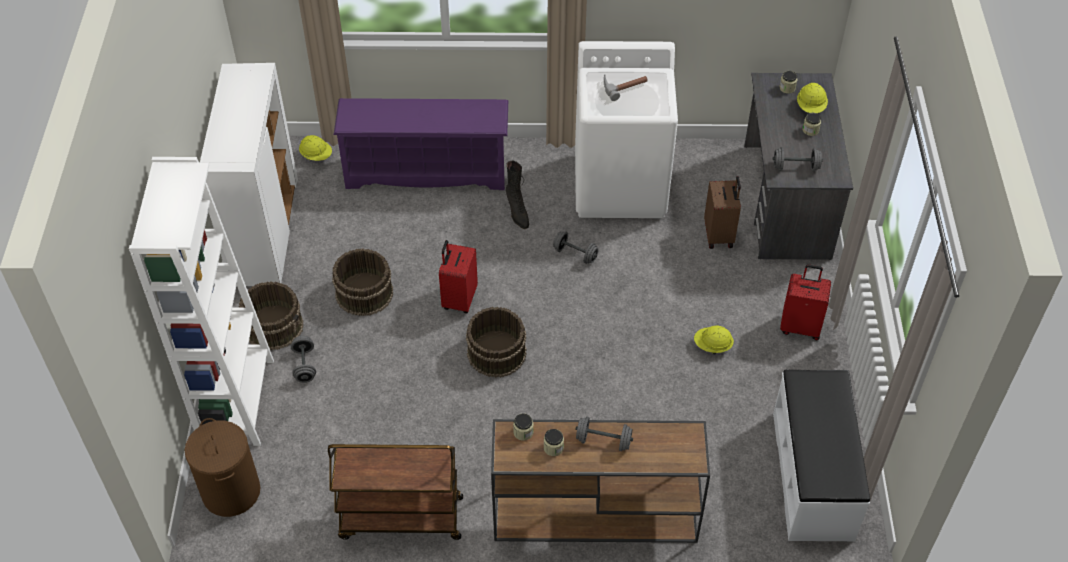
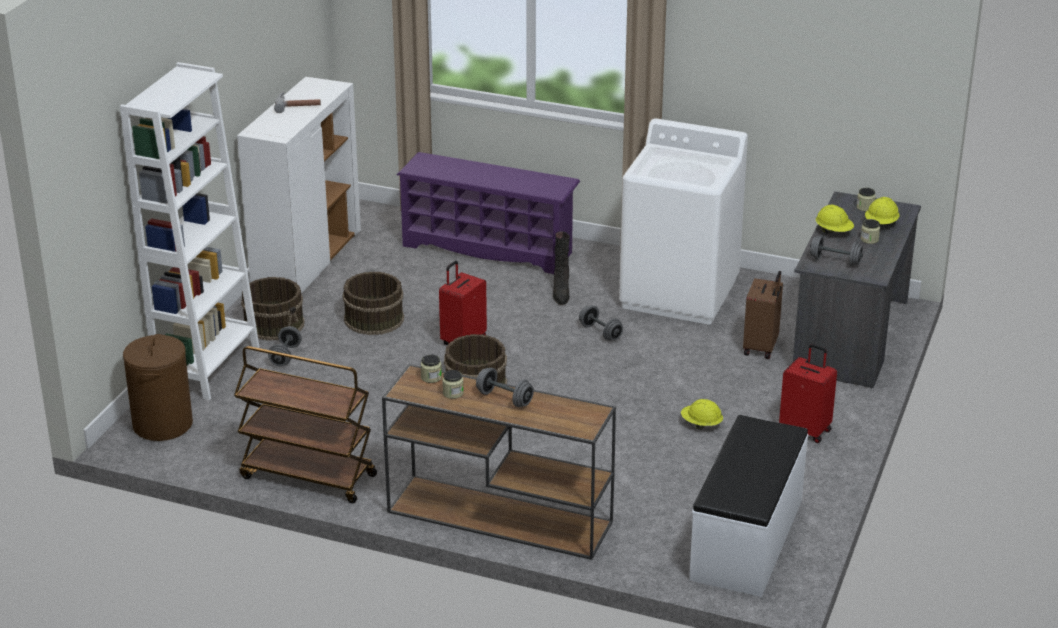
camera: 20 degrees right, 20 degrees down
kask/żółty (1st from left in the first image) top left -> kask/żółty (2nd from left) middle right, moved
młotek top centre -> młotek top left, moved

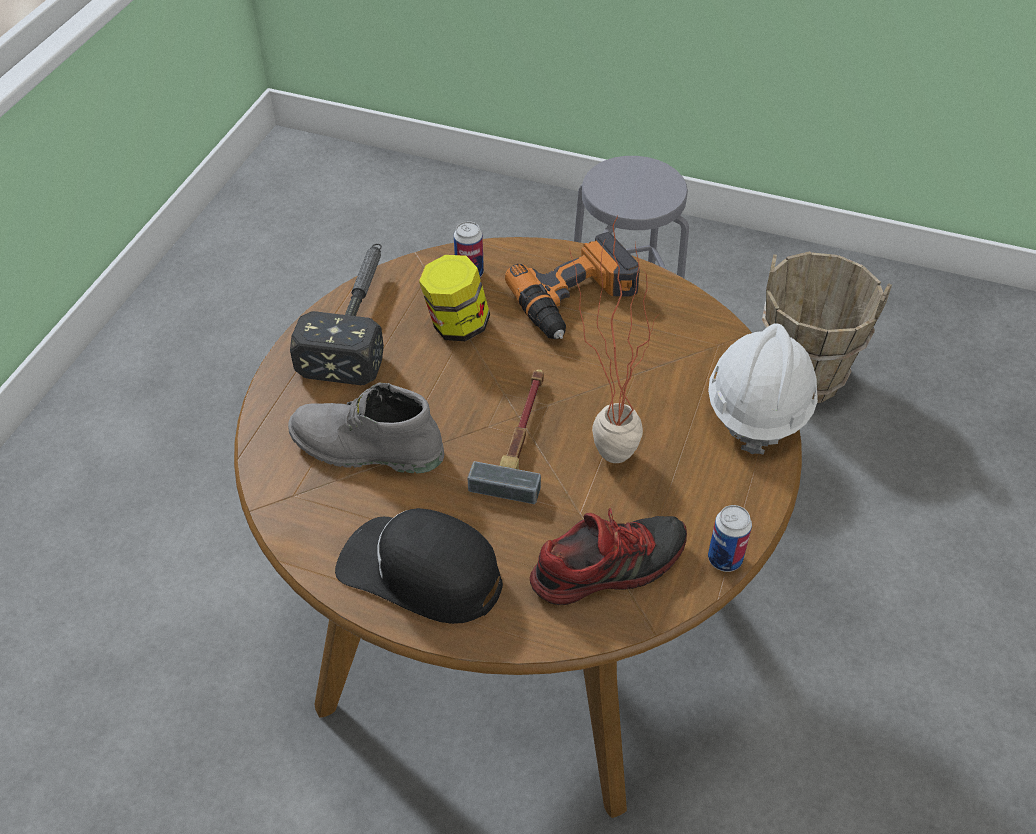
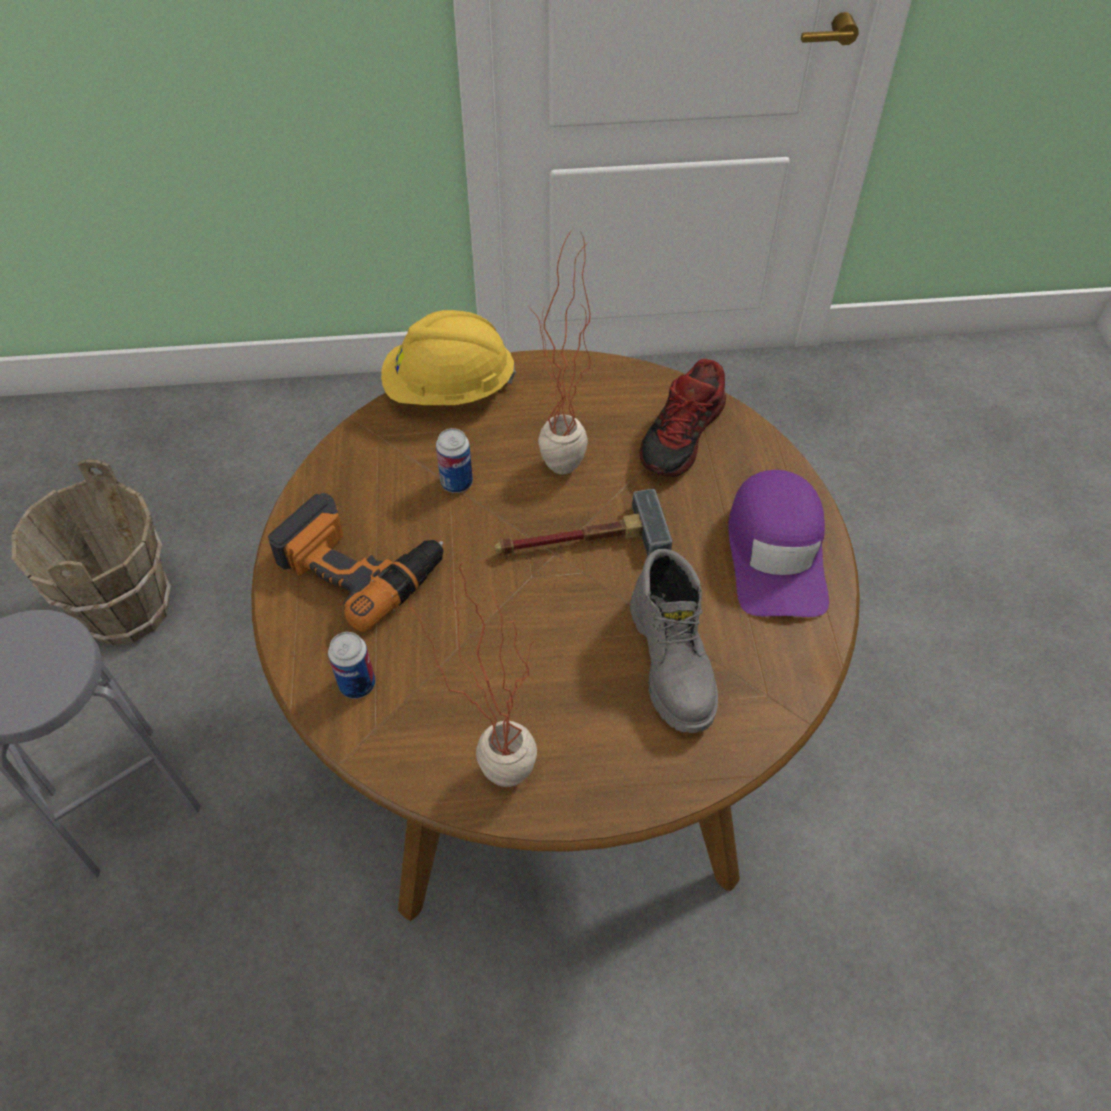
camera: 115 degrees left, 5 degrees up
młotek (1st from left) middle left -> roślina doniczkowa (1st from left) centre
czapka z daszkiem/czarny bottom centre -> czapka z daszkiem/fioletowy middle right
słoik centre -> none
but bottom centre -> but centre, 105 degrees counterclockwise
kask/biały middle right -> kask/żółty top centre
puszka (2nd from left) middle right -> puszka (2nd from left) centre, moved

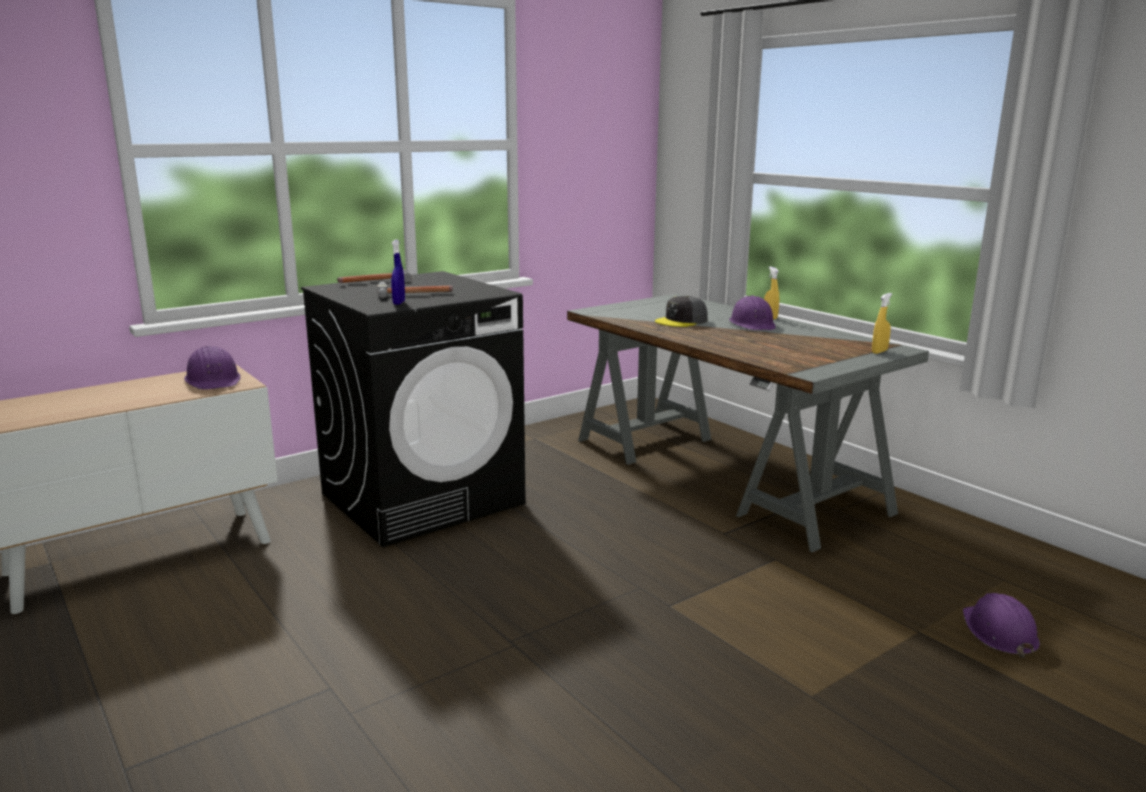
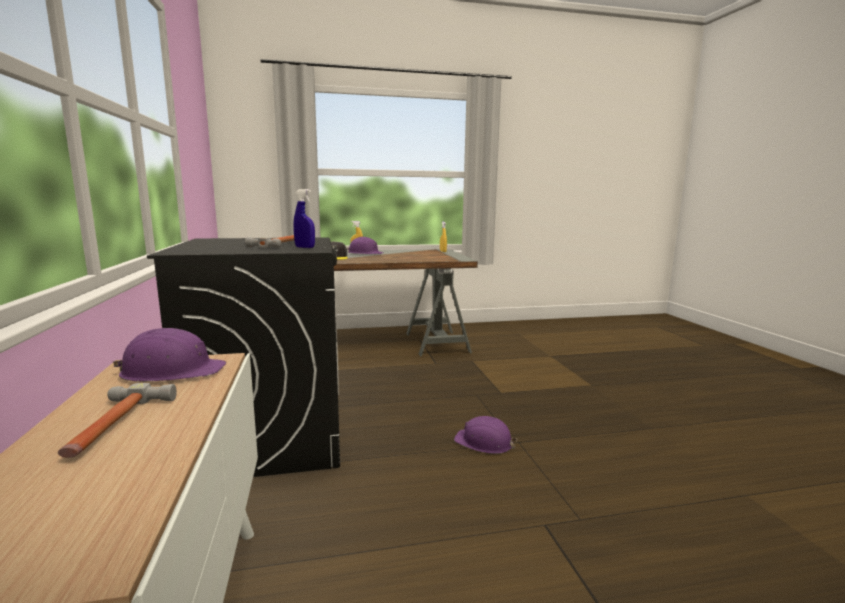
camera: 65 degrees left, 5 degrees down
młotek (1st from left) middle left -> młotek (1st from left) bottom left, moved
kask/fioletowy (3rd from left) bottom right -> kask/fioletowy (3rd from left) bottom centre, moved

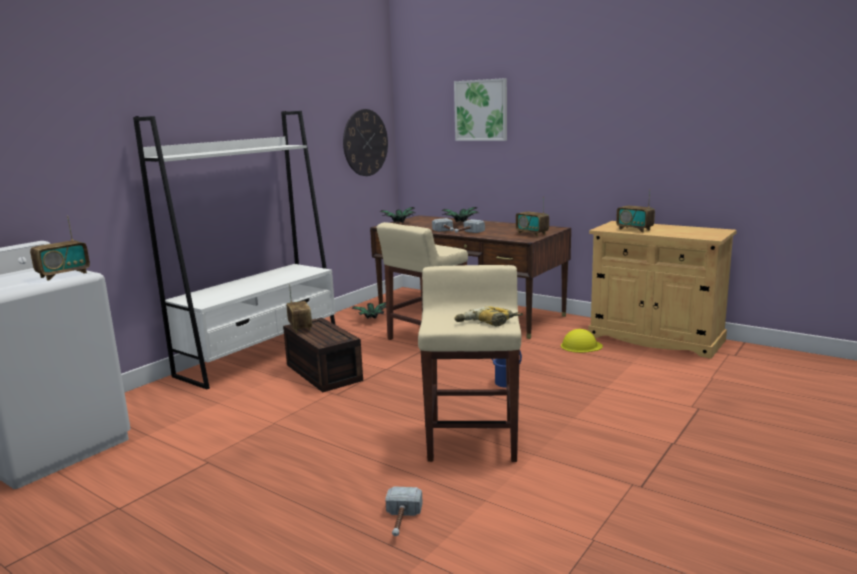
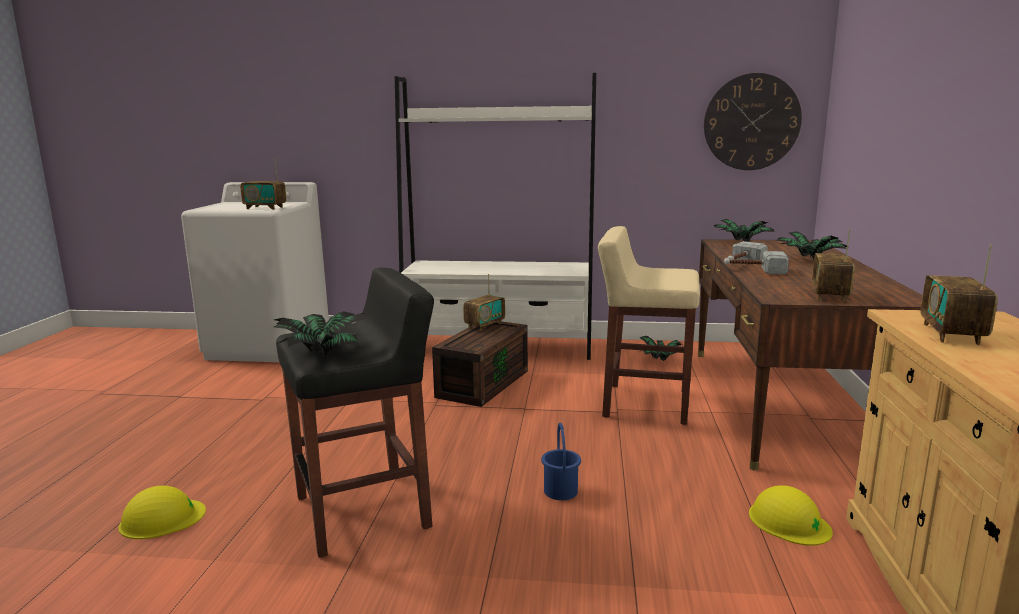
camera: 60 degrees right, 0 degrees up
młotek (1st from left) bottom centre -> kask/żółty (1st from left) bottom left
stołek/beżowy (2nd from left) centre -> stołek/czarny bottom centre
obraz top centre -> none
wiertarka centre -> roślina doniczkowa (1st from left) middle left

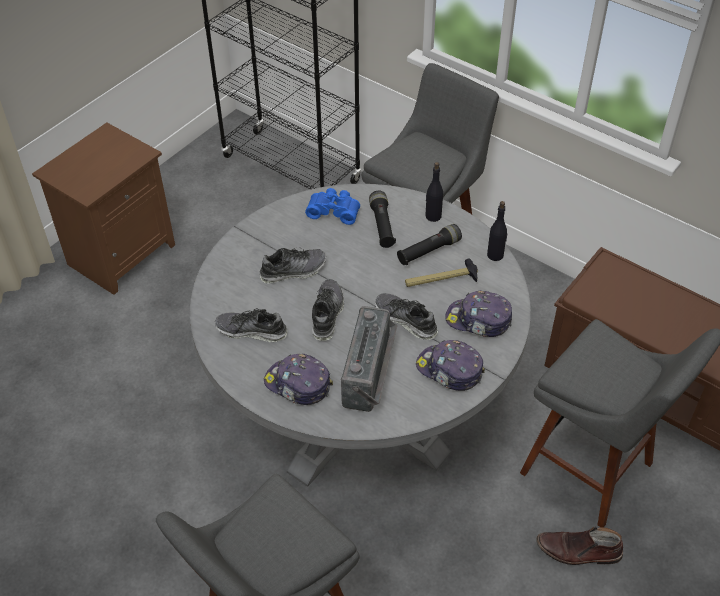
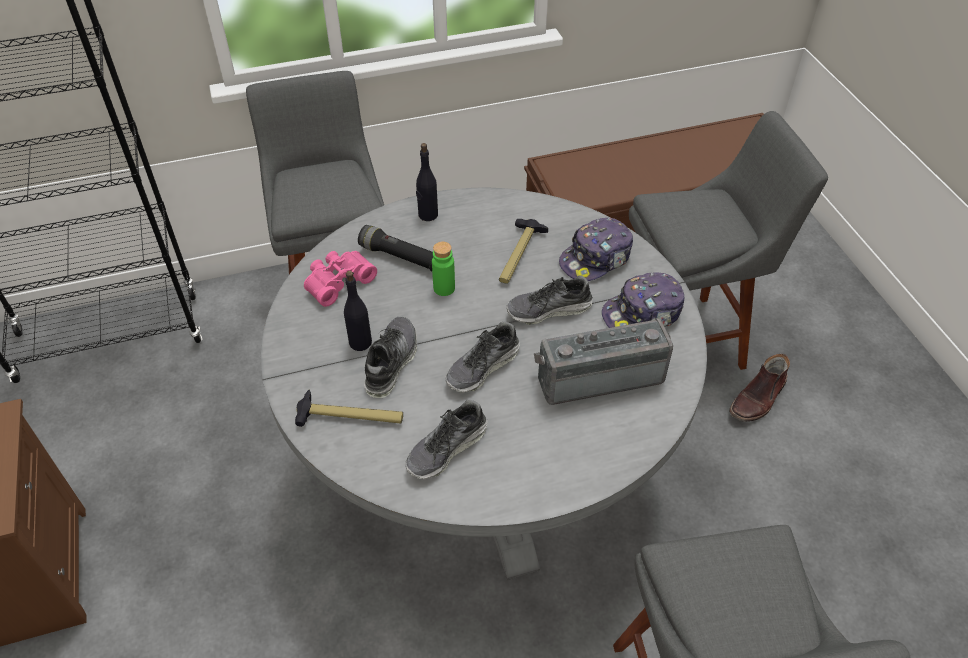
camera: 55 degrees left, 0 degrees up
czapka z daszkiem (1st from left) centre -> none
lornetka/niebieski centre -> lornetka/różowy centre
but (3rd from left) centre, 90 degrees counterclockwise
radio centre, 60 degrees counterclockwise
latarka/czarny (2nd from left) centre -> none
butelka/czarny (2nd from left in the first image) middle right -> butelka/czarny (1st from left) centre, moved
none -> młotek (1st from left) centre
none -> butelka/zielony centre

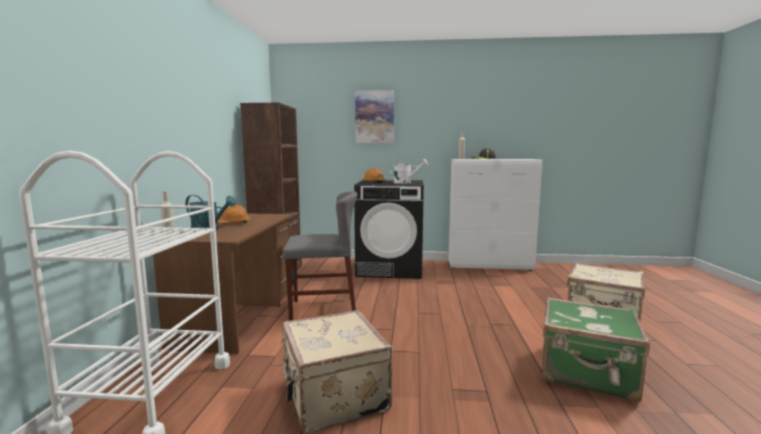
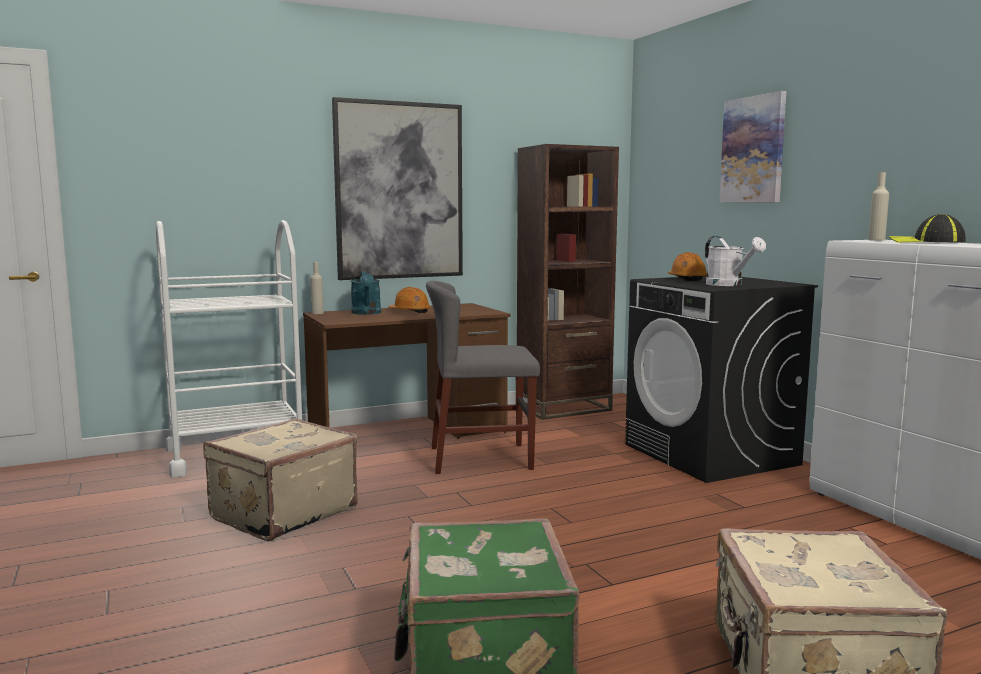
camera: 60 degrees right, 0 degrees up
krzesło/szary centre, 120 degrees clockwise
none -> obraz (1st from left) top centre

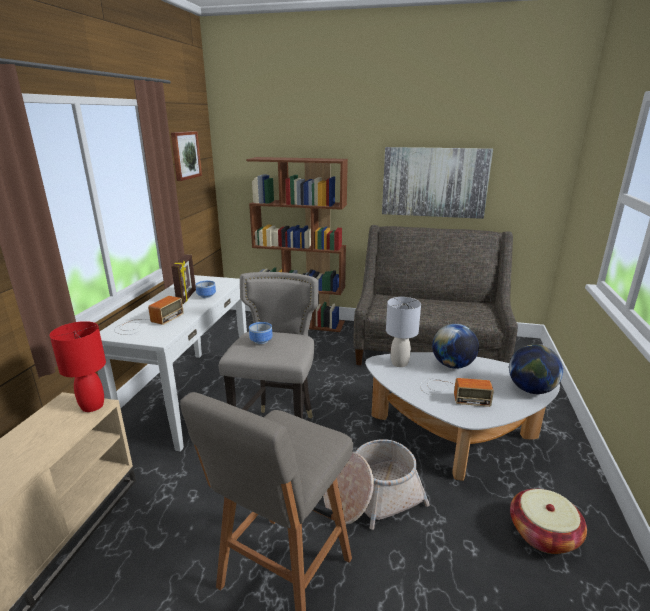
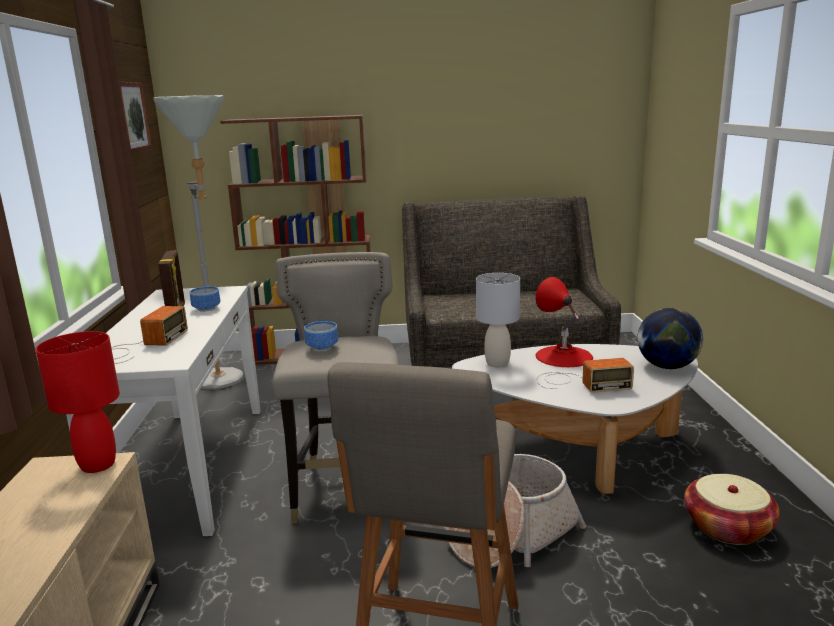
camera: 15 degrees left, 5 degrees down
obraz (2nd from left) top right -> none
globus (1st from left) middle right -> lampa stołowa/czerwony (2nd from left) middle right
none -> lampa stojąca/szary middle left

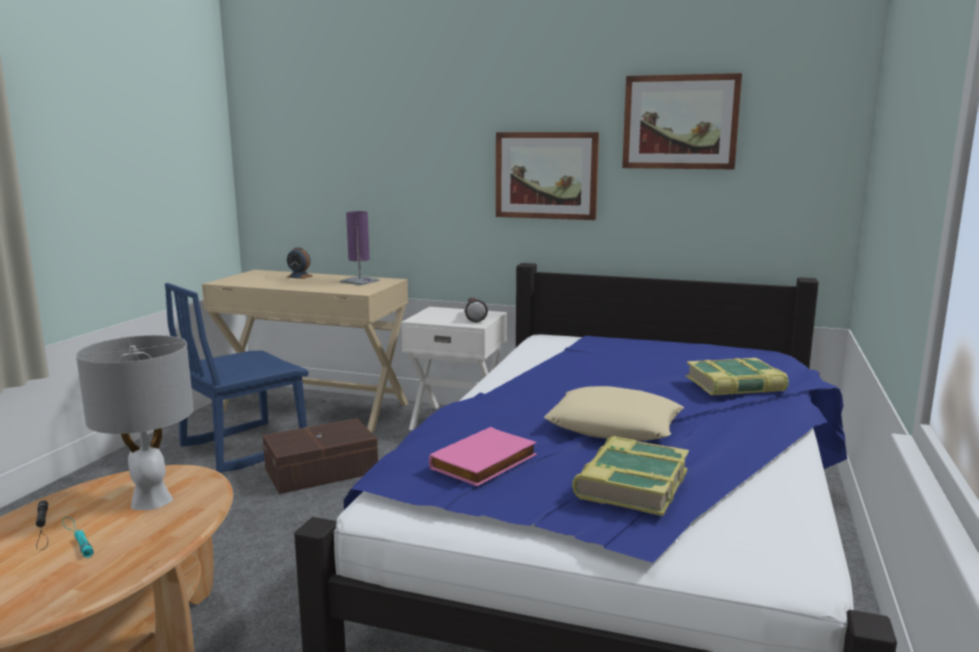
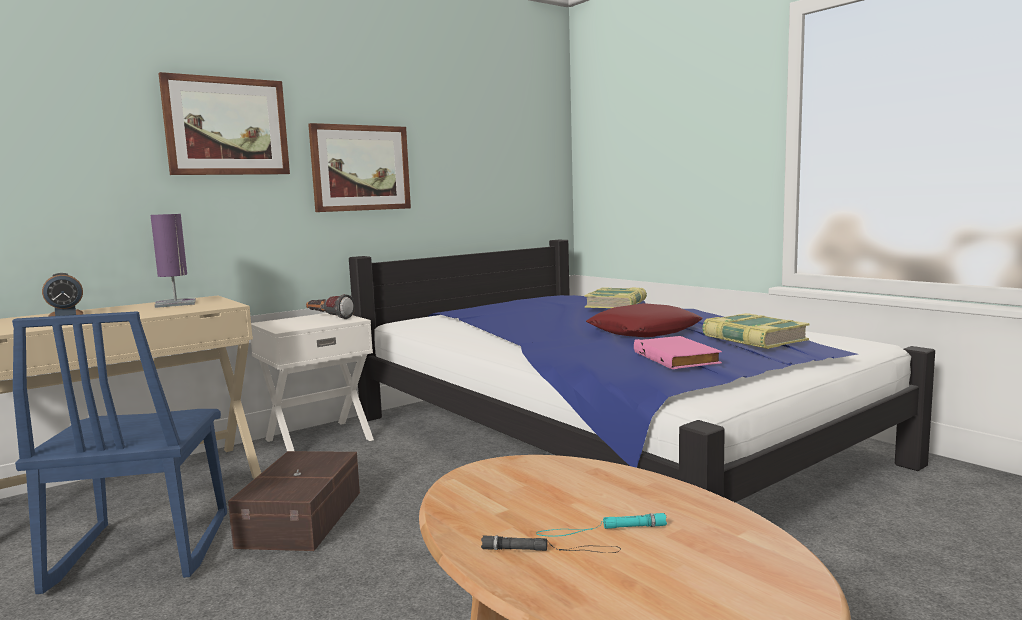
camera: 55 degrees left, 5 degrees down
lampa stołowa/szary middle left -> none
poduszka/beżowy centre -> poduszka/czerwony centre
obraz (2nd from left in the first image) top right -> obraz (1st from left) top left, moved

